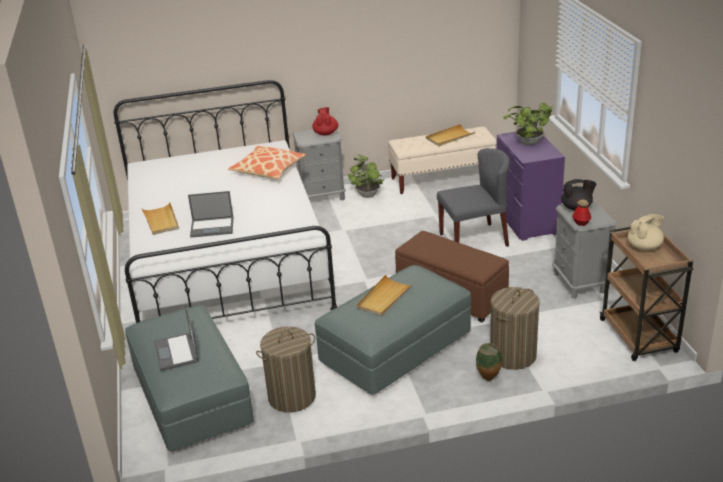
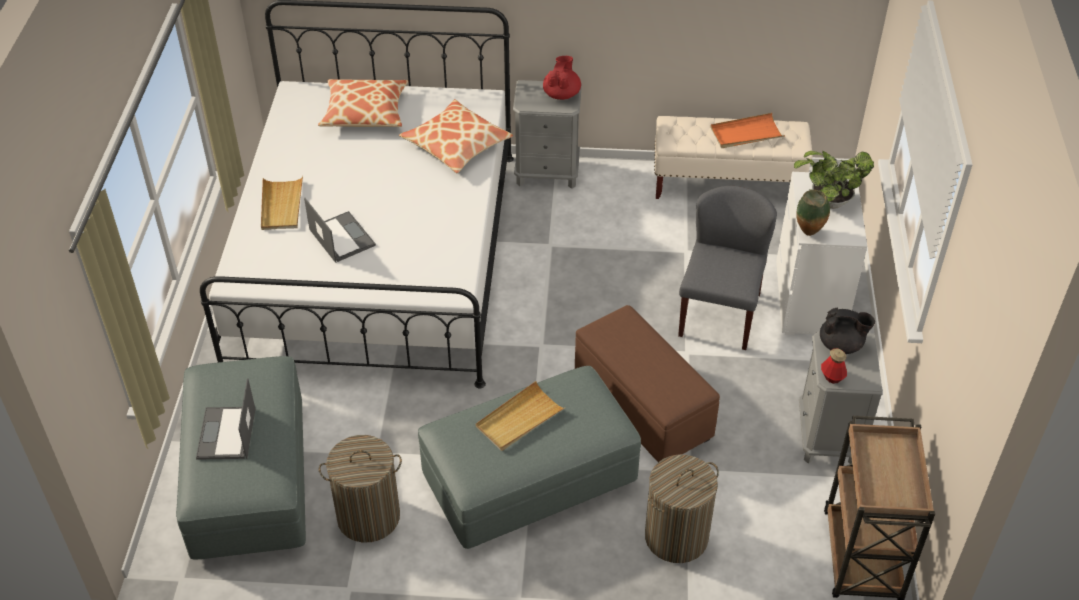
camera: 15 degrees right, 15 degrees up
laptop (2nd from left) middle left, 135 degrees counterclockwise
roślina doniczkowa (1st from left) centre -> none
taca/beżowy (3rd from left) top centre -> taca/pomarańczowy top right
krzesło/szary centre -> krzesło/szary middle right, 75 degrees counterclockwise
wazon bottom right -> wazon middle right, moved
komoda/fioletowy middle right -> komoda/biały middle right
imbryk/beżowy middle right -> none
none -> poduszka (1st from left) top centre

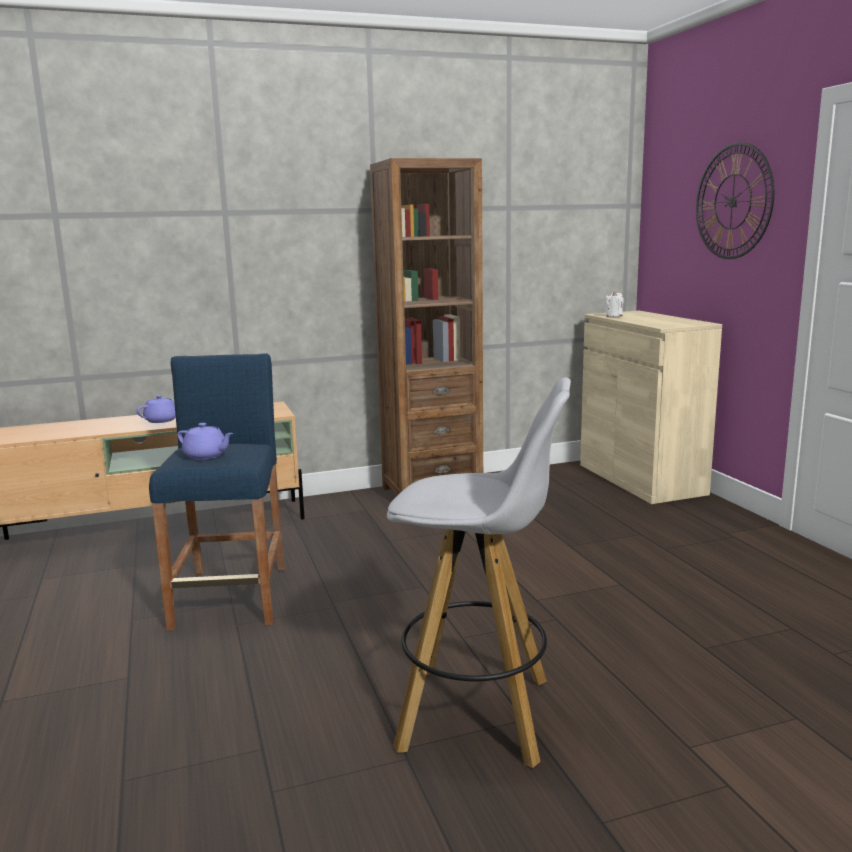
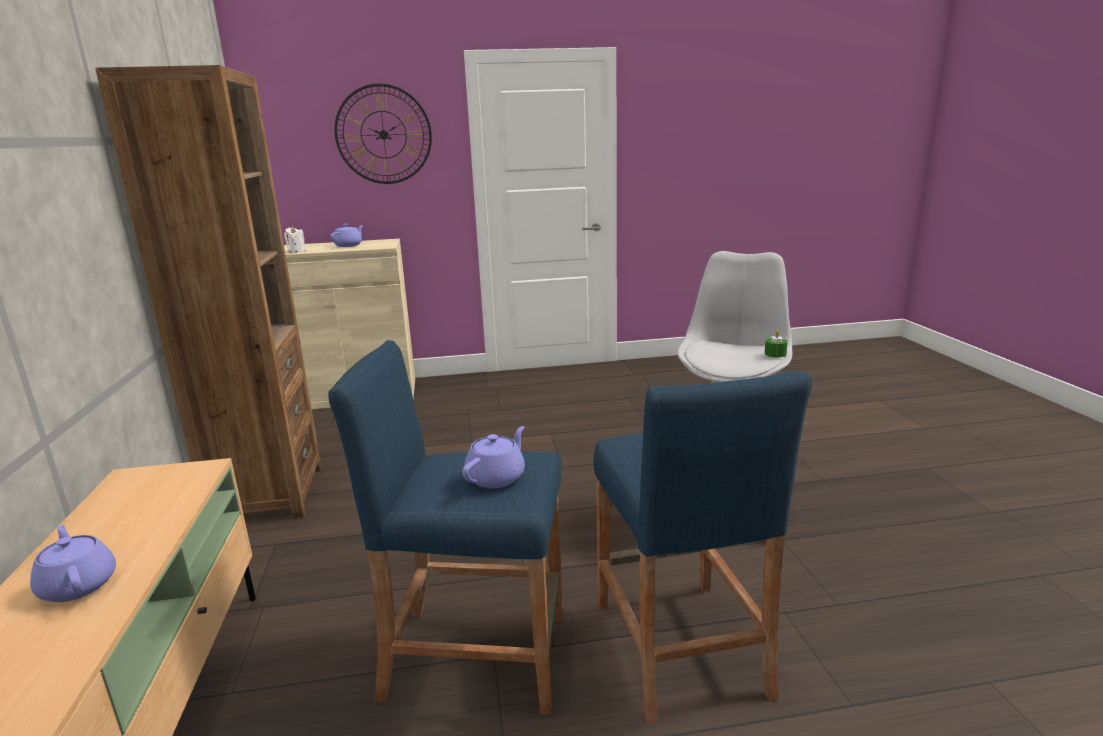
camera: 80 degrees left, 5 degrees up
none -> imbryk/fioletowy (2nd from left) top left
none -> stołek/niebieski (2nd from left) bottom centre
none -> świeca/zielony middle right

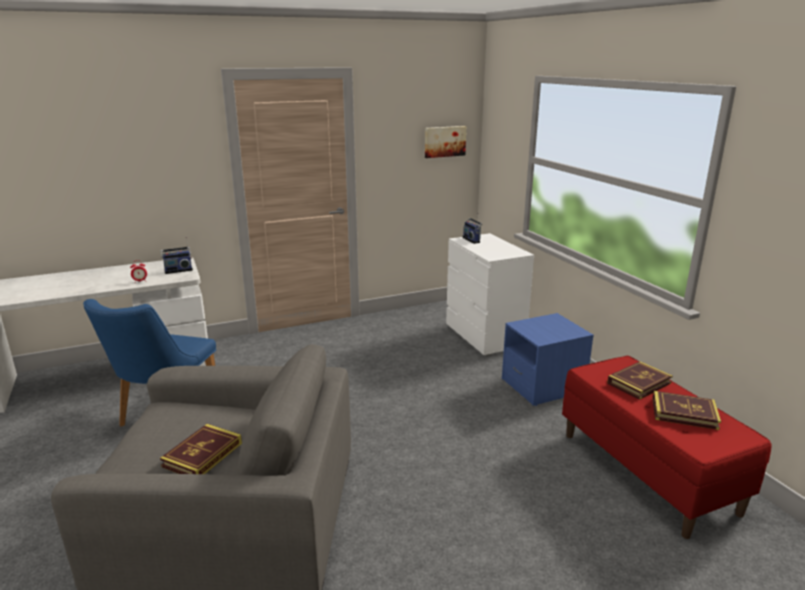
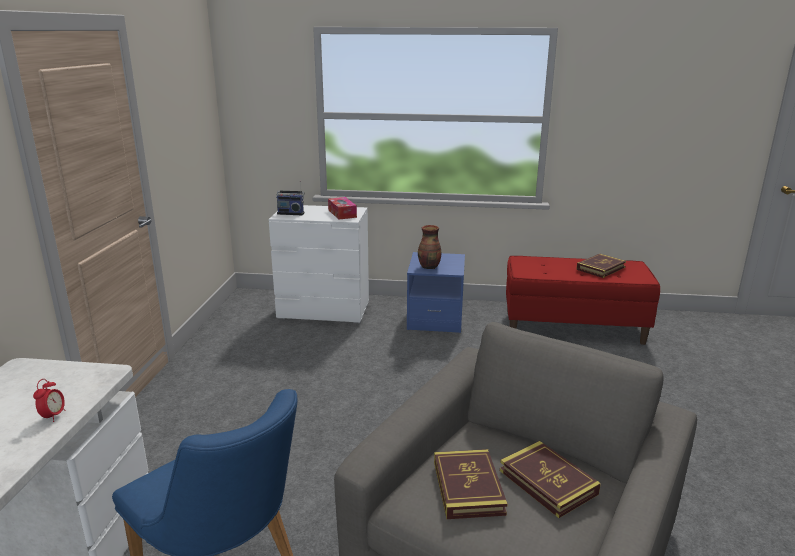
camera: 60 degrees left, 0 degrees up
radio (1st from left) middle left -> none
obraz top centre -> none
książka (2nd from left in the first image) middle right -> książka (1st from left) bottom centre, moved
none -> pudełko chusteczek centre
none -> wazon centre

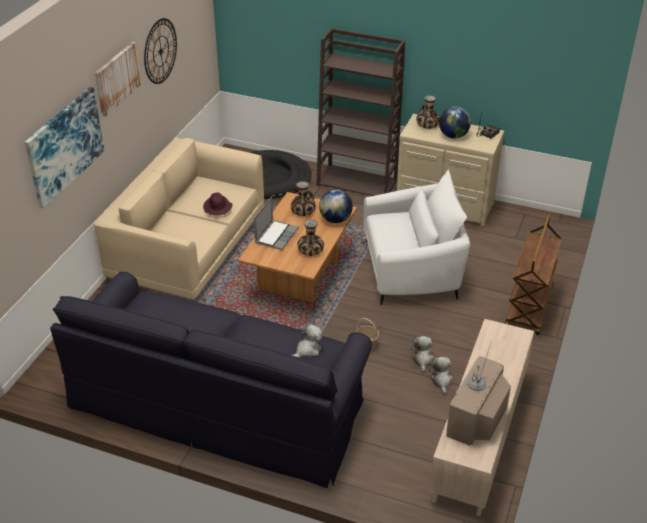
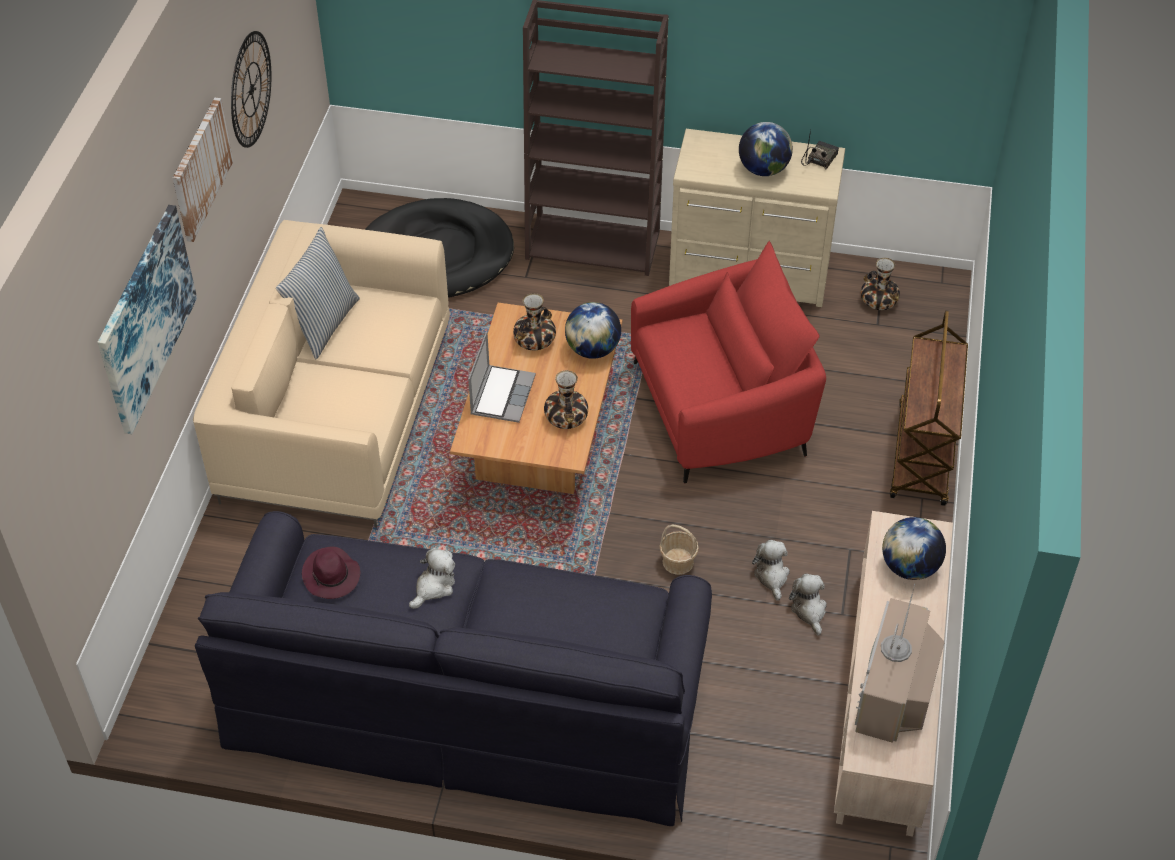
camera: 10 degrees left, 10 degrees up
kapelusz/fioletowy centre -> kapelusz/fioletowy middle left, moved
pluszak (1st from left) centre -> pluszak (1st from left) bottom centre, moved
fotel/biały centre -> fotel/czerwony centre
wazon (3rd from left) top centre -> wazon (3rd from left) top right, moved
none -> poduszka middle left
none -> globus (3rd from left) middle right

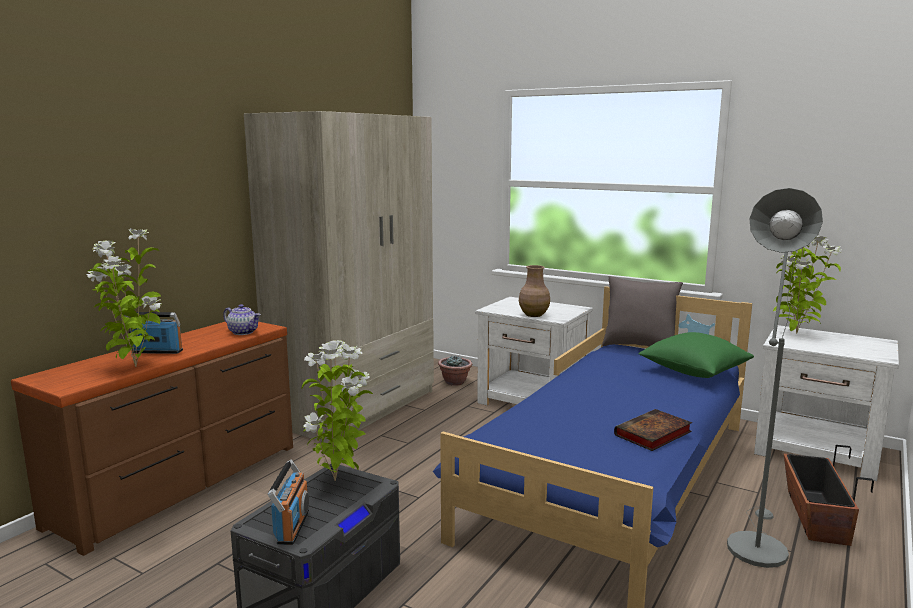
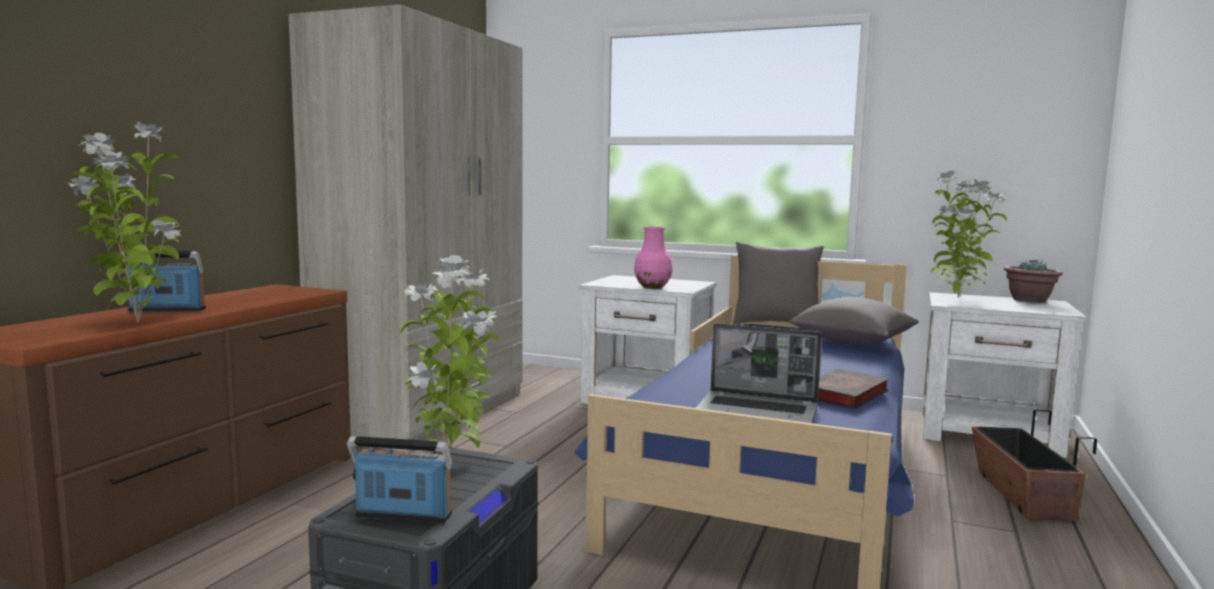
camera: 10 degrees left, 5 degrees down
imbryk middle left -> none
radio (2nd from left) bottom left, 75 degrees counterclockwise
roślina doniczkowa (3rd from left in the first image) centre -> roślina doniczkowa (4th from left) middle right, moved
wazon/brązowy centre -> wazon/różowy centre
poduszka/zielony middle right -> poduszka/szary (2nd from left) middle right
lampa stojąca/szary middle right -> none
none -> laptop centre

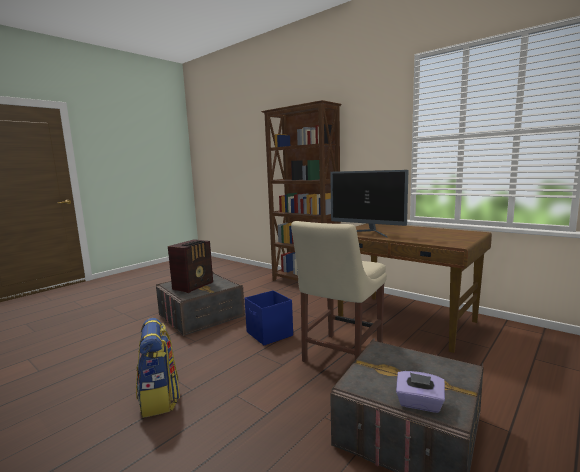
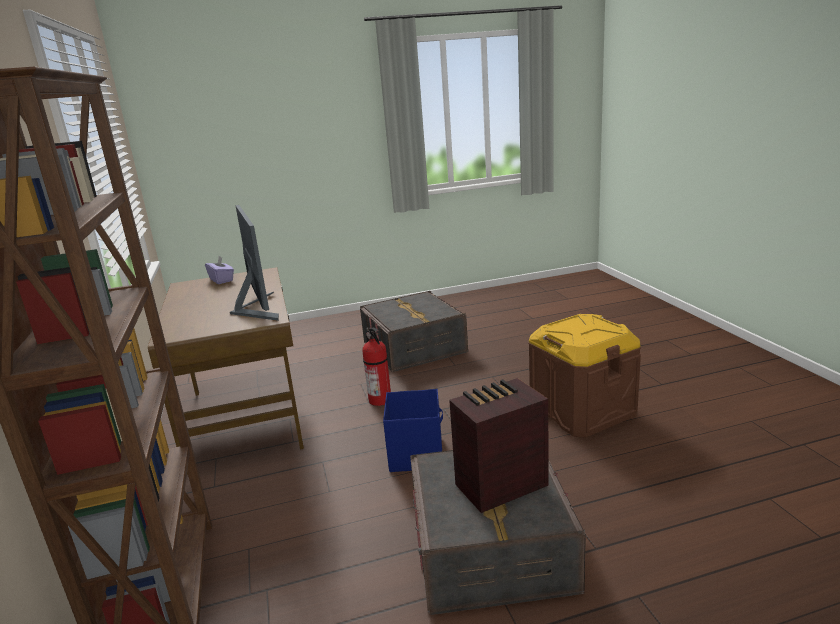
camera: 145 degrees left, 10 degrees up
plecak bottom left -> pojemnik do przechowywania/brązowy middle right
krzesło/beżowy centre -> gaśnica centre
pudełko chusteczek/fioletowy bottom right -> pudełko chusteczek/fioletowy middle left, moved

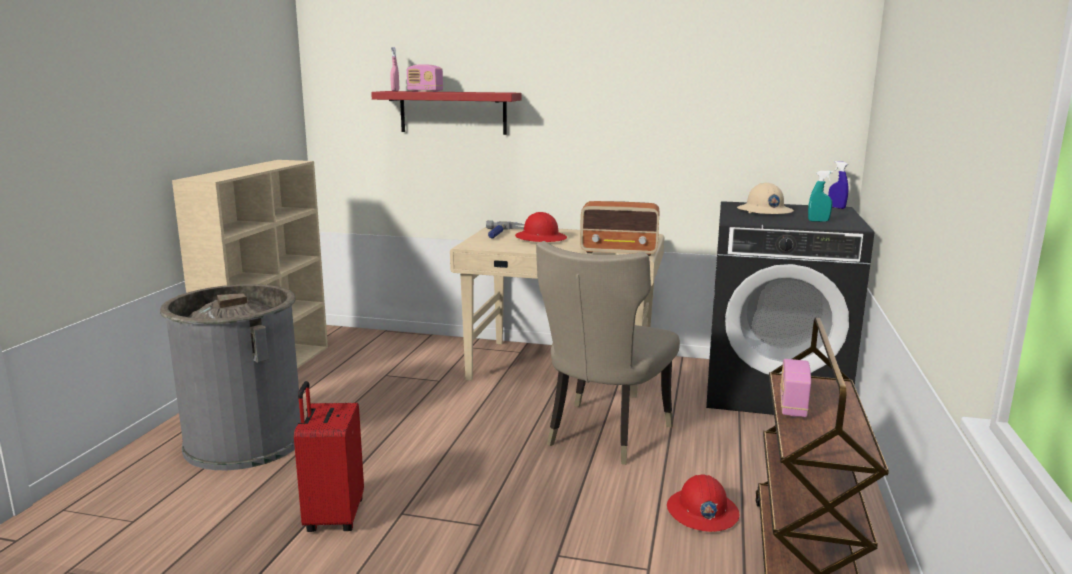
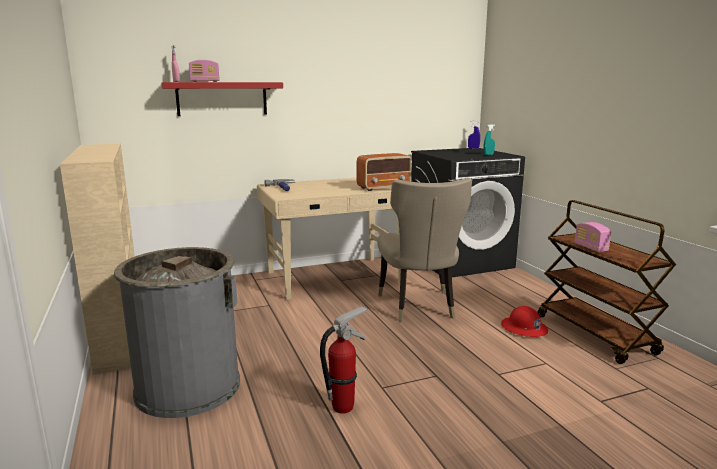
camera: 35 degrees left, 0 degrees up
walizka/czerwony bottom left -> gaśnica bottom centre
kask/czerwony (1st from left) centre -> none
kask/beżowy middle right -> none

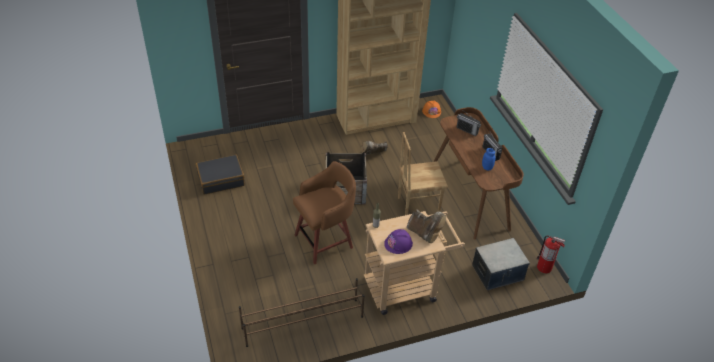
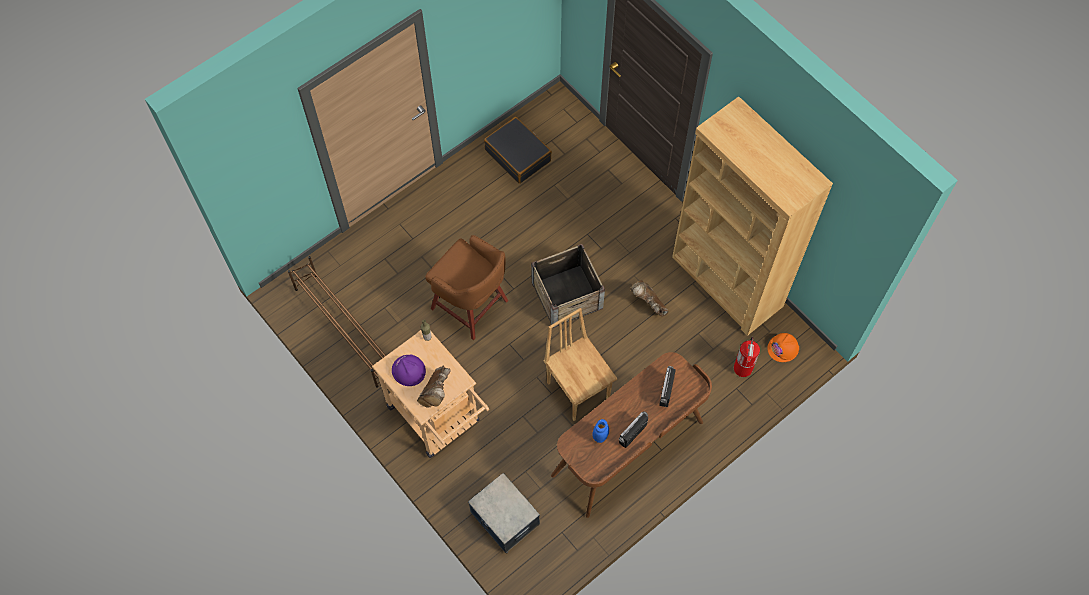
camera: 70 degrees right, 20 degrees up
gaśnica bottom right -> gaśnica middle right, moved

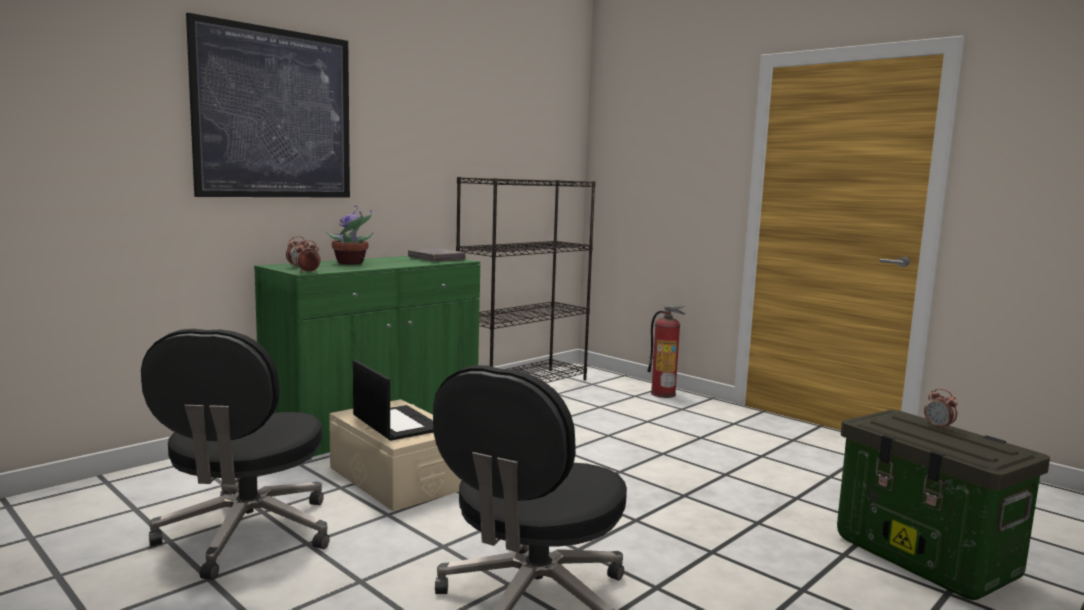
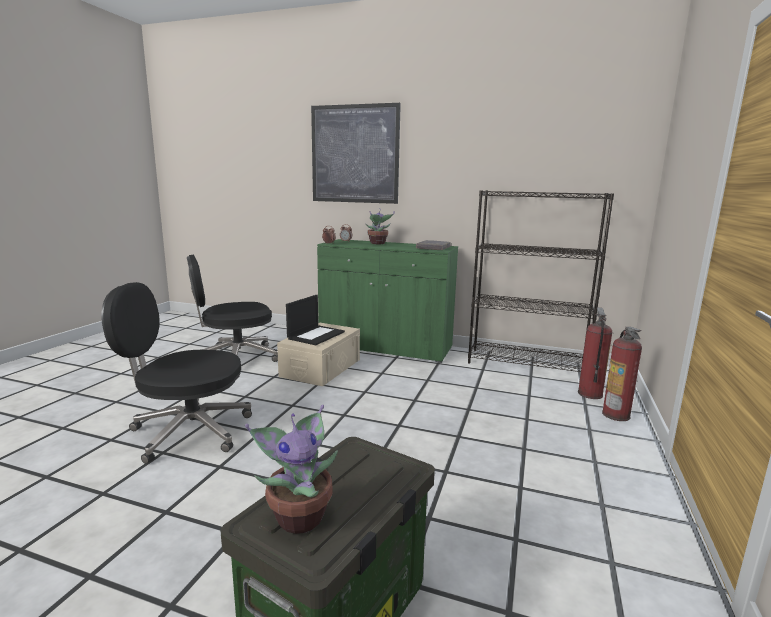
camera: 65 degrees right, 5 degrees up
budzik (3rd from left) bottom right -> none
none -> roślina doniczkowa (1st from left) bottom centre
none -> gaśnica (1st from left) middle right

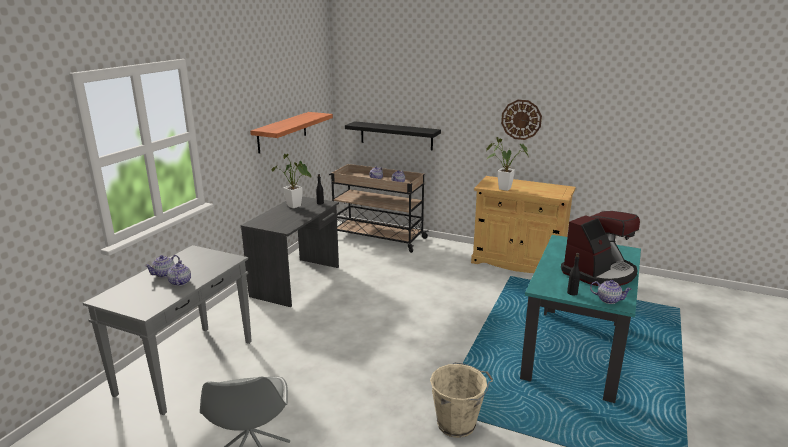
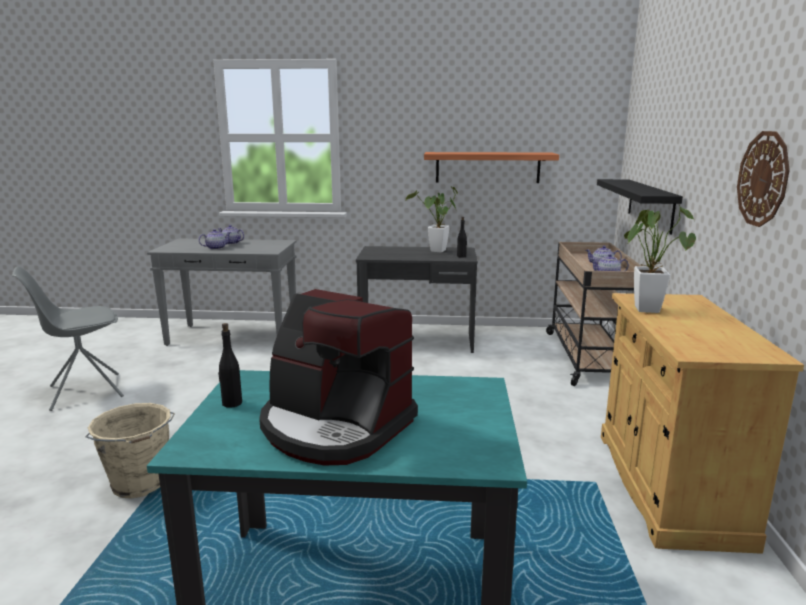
camera: 70 degrees right, 5 degrees down
imbryk (5th from left) middle right -> none

